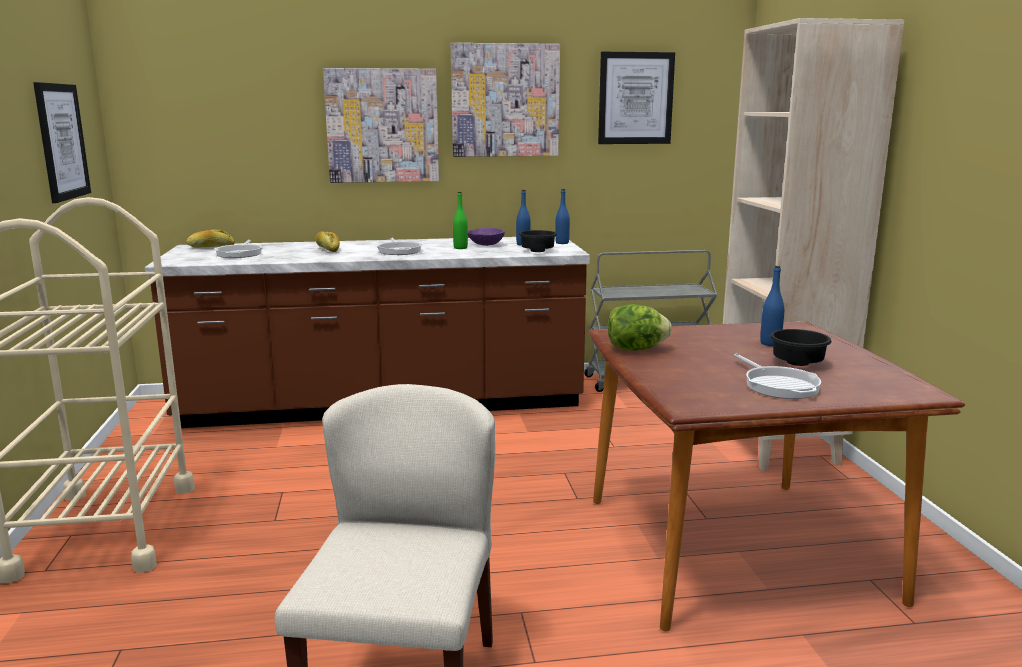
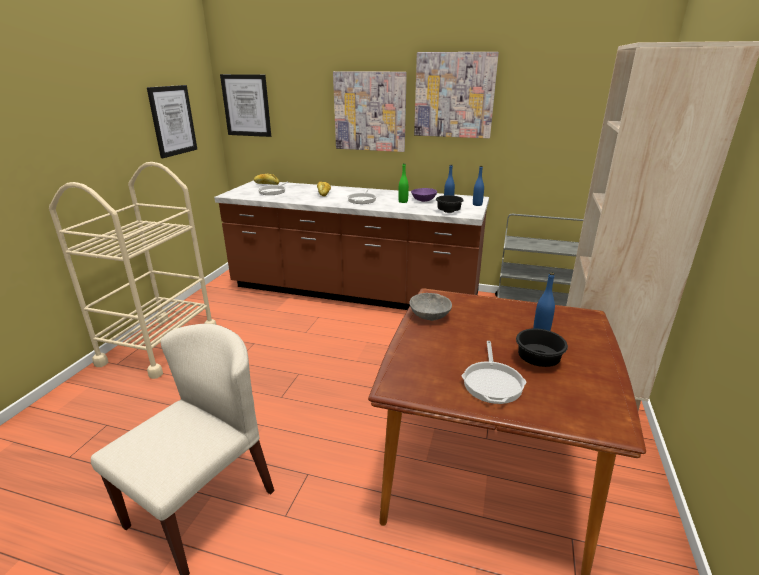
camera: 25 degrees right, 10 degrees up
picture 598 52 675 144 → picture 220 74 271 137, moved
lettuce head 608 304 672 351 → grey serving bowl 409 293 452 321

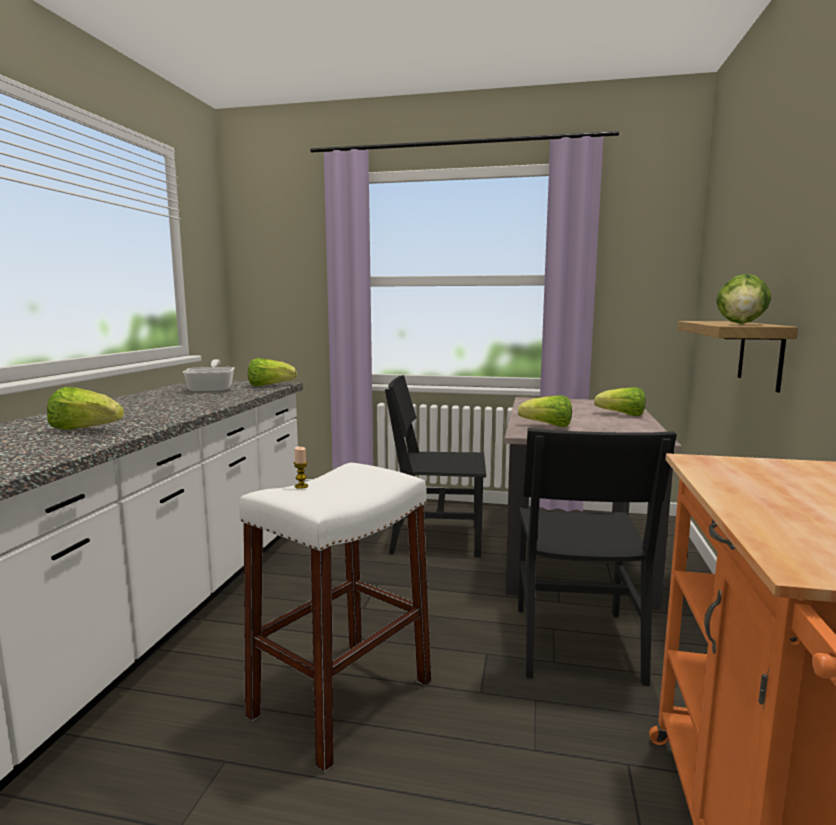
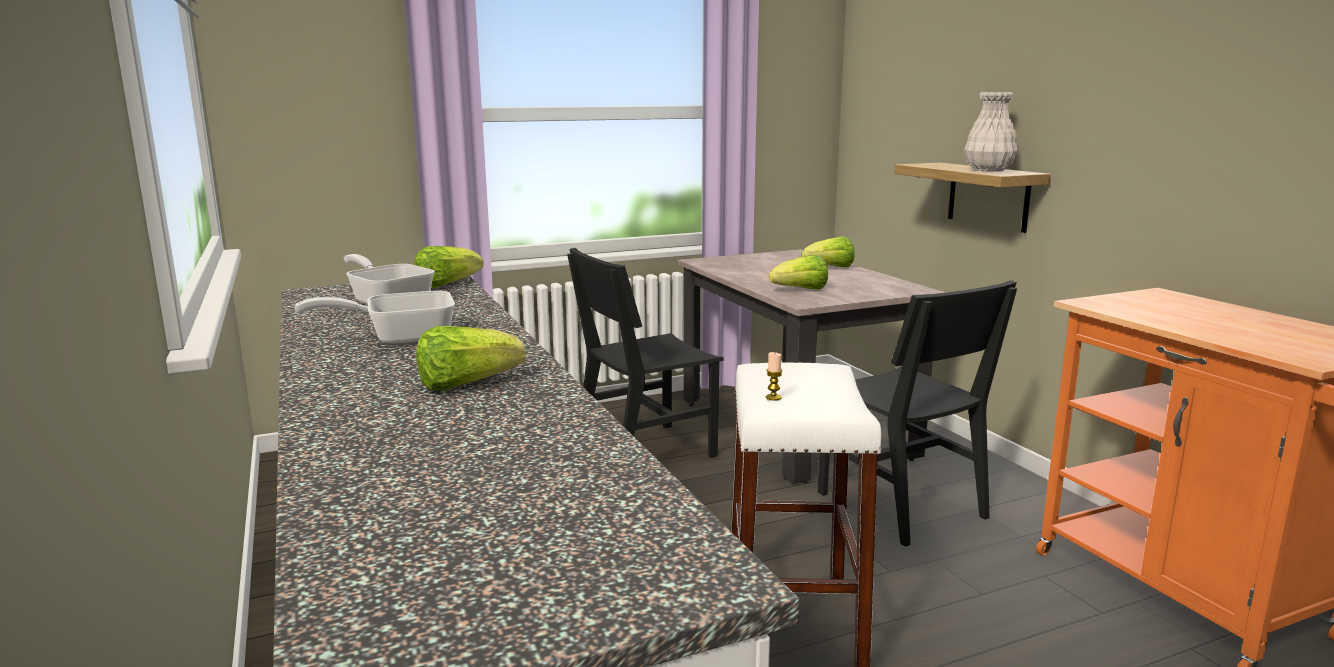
camera: 35 degrees left, 5 degrees up
lettuce head 716 274 771 324 → whitish decorative vase 964 92 1018 172
- → frying pan 295 290 455 346

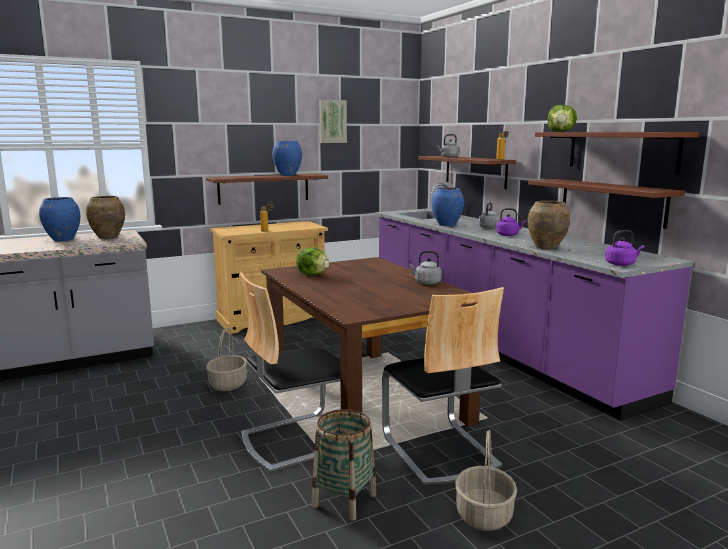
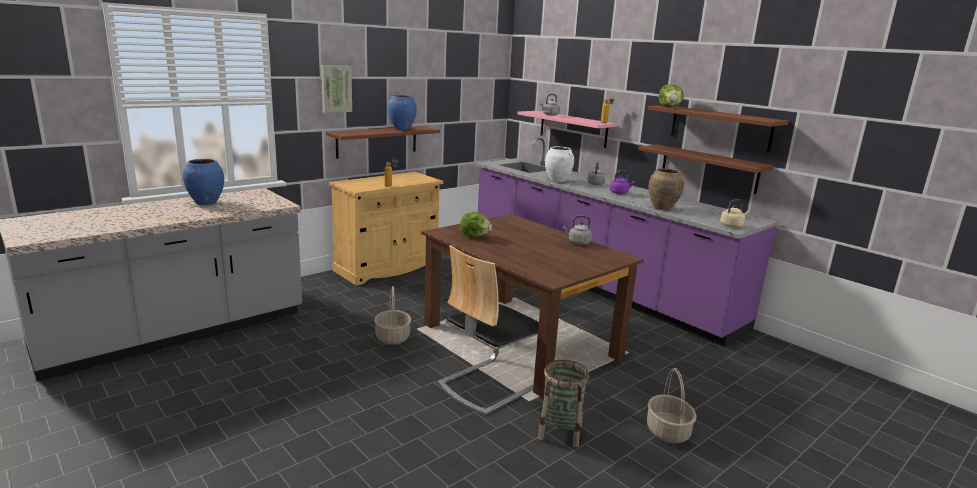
camera: 15 degrees left, 5 degrees up
picture 319 100 347 143 → picture 321 65 352 113, moved
brown wall shelf 418 156 516 189 → pink wall shelf 517 111 617 148
bluish decorative vase 431 187 464 226 → whitish decorative vase 545 146 574 182
brown decorative vase 86 196 125 239 → -
purple tea kettle 605 230 645 266 → beige tea kettle 720 199 749 228
upright chair 382 287 504 485 → -

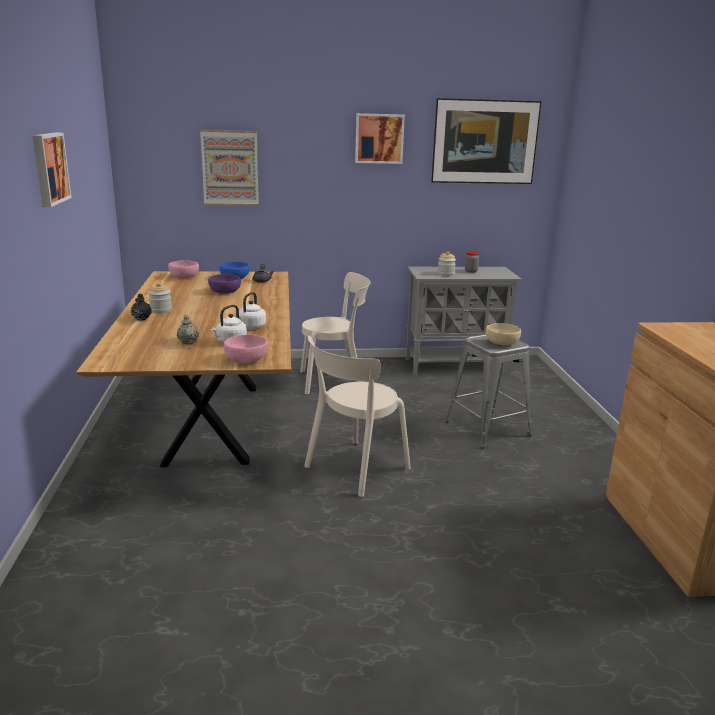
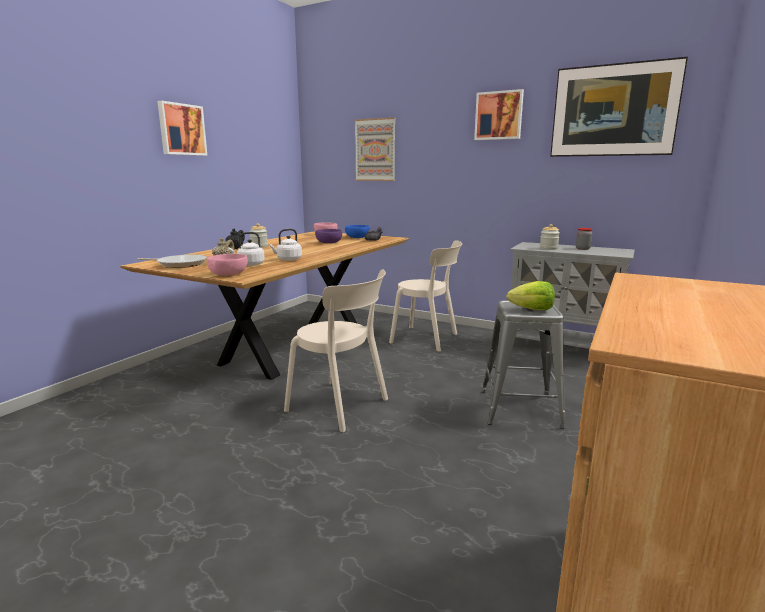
camera: 35 degrees right, 5 degrees down
beige serving bowl 486 323 521 345 → lettuce head 506 281 555 310
beige upright chair 304 335 411 497 → beige upright chair 284 269 388 433, 135 degrees counterclockwise
- → frying pan 137 254 207 268

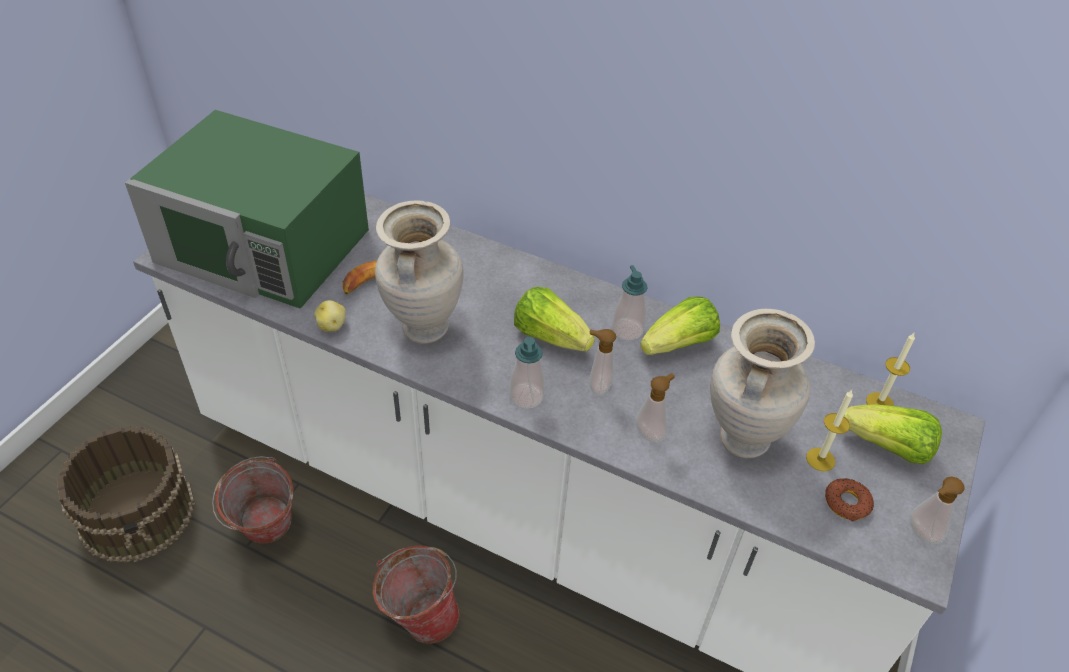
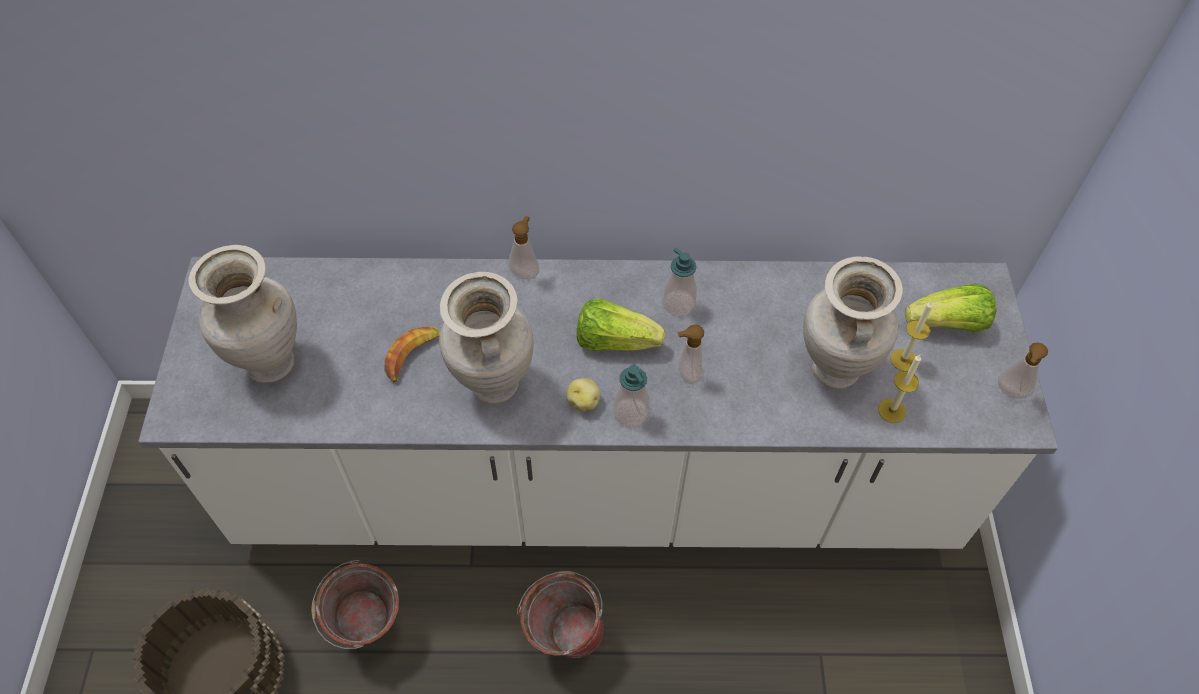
camera: 25 degrees left, 10 degrees up
greenish microwave 125 110 369 309 → beige decorative vase 188 245 297 383
lettuce head 640 297 720 355 → -
spud 314 300 346 331 → spud 566 378 600 411, moved
candle 866 332 915 406 → candle 878 355 921 423, moved
soap bottle 635 373 675 443 → soap bottle 508 216 539 279, moved
donut 825 478 874 521 → -

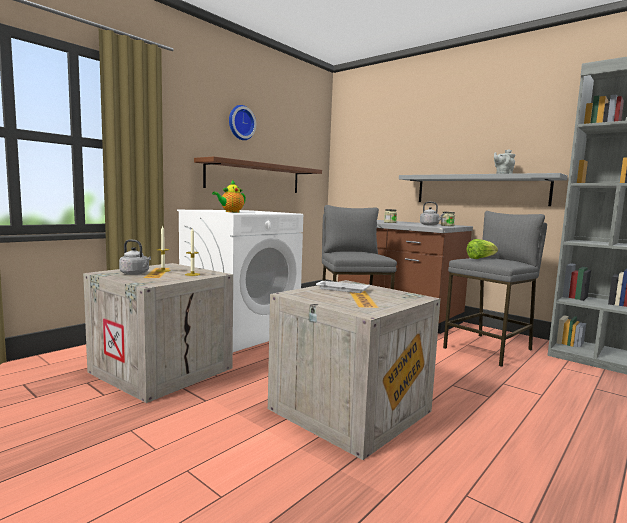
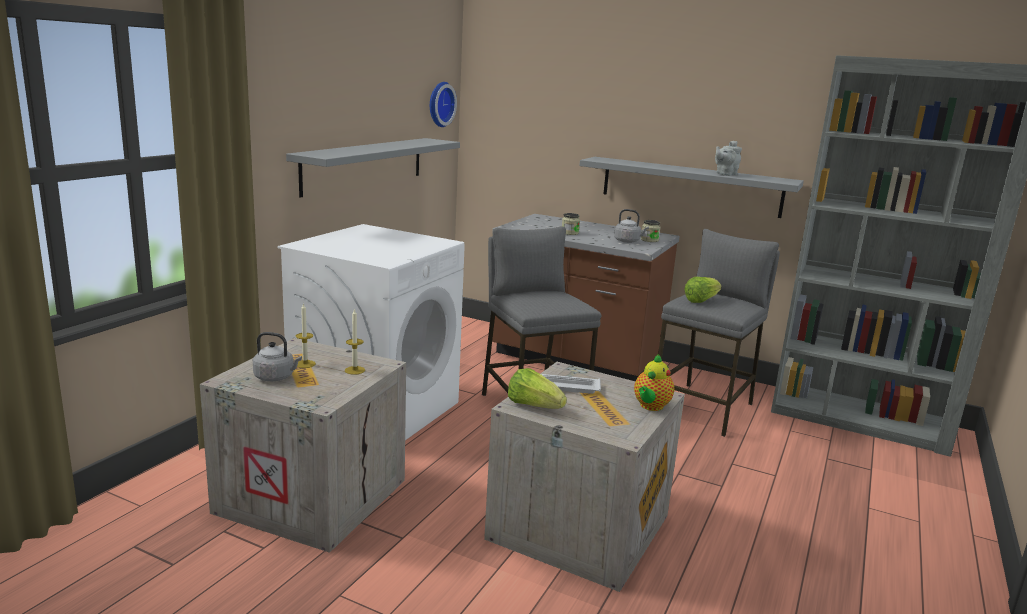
camera: 15 degrees left, 10 degrees up
clock on the wall 229 105 256 140 → clock on the wall 430 82 457 127, moved
brown wall shelf 194 156 322 193 → grey wall shelf 286 138 460 198
tea pot 212 180 246 212 → tea pot 634 354 674 411, moved
- → lettuce head 508 368 567 409

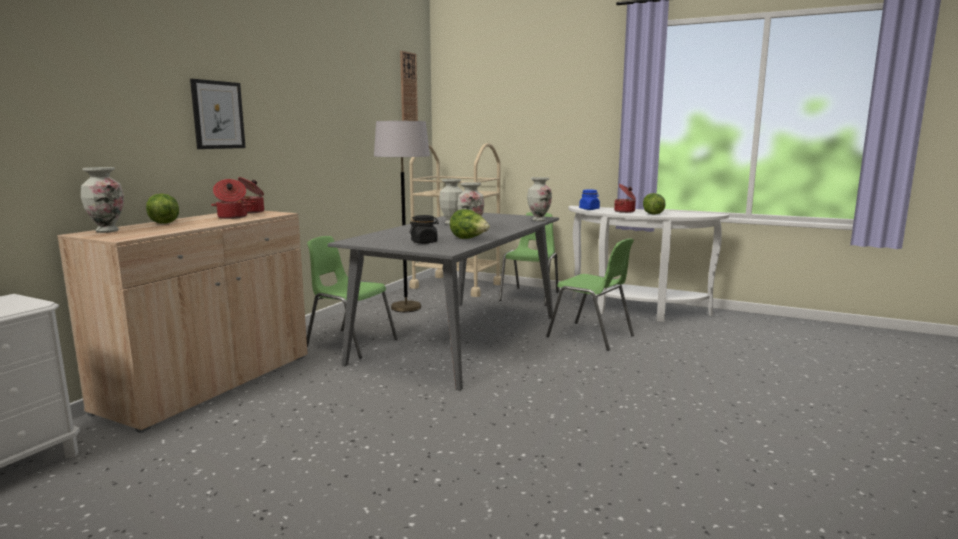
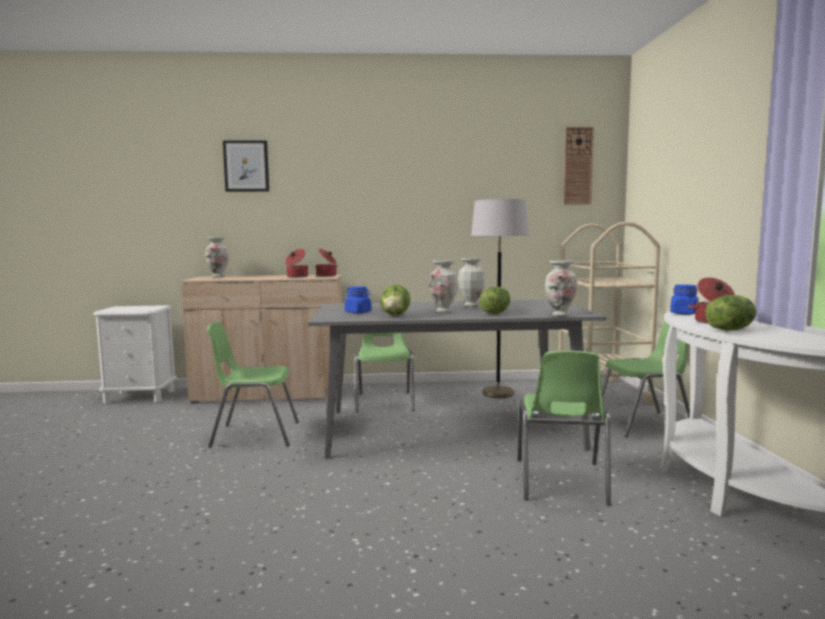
camera: 60 degrees right, 5 degrees down
picture 190 79 246 149 → picture 223 140 269 192, moved
lettuce head 146 194 179 224 → lettuce head 480 286 510 314, moved
black-coloured storage jar 409 215 439 244 → bluish storage jar 345 286 372 313
- → greenish upright chair 207 322 299 448

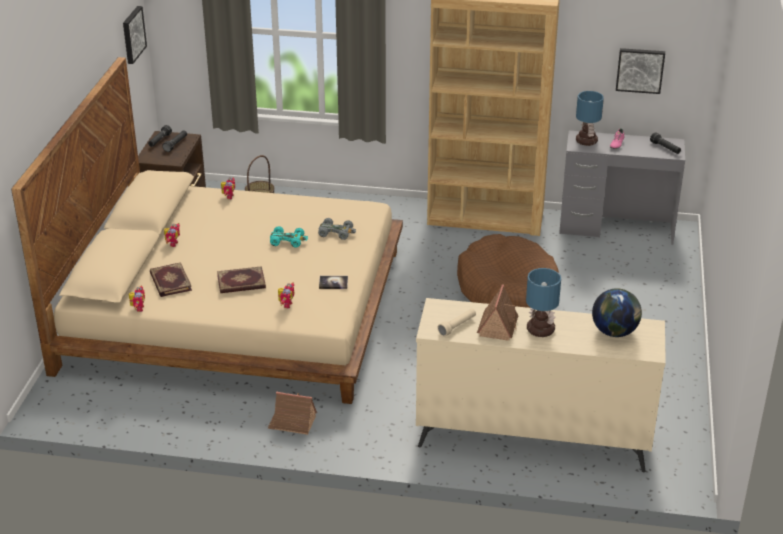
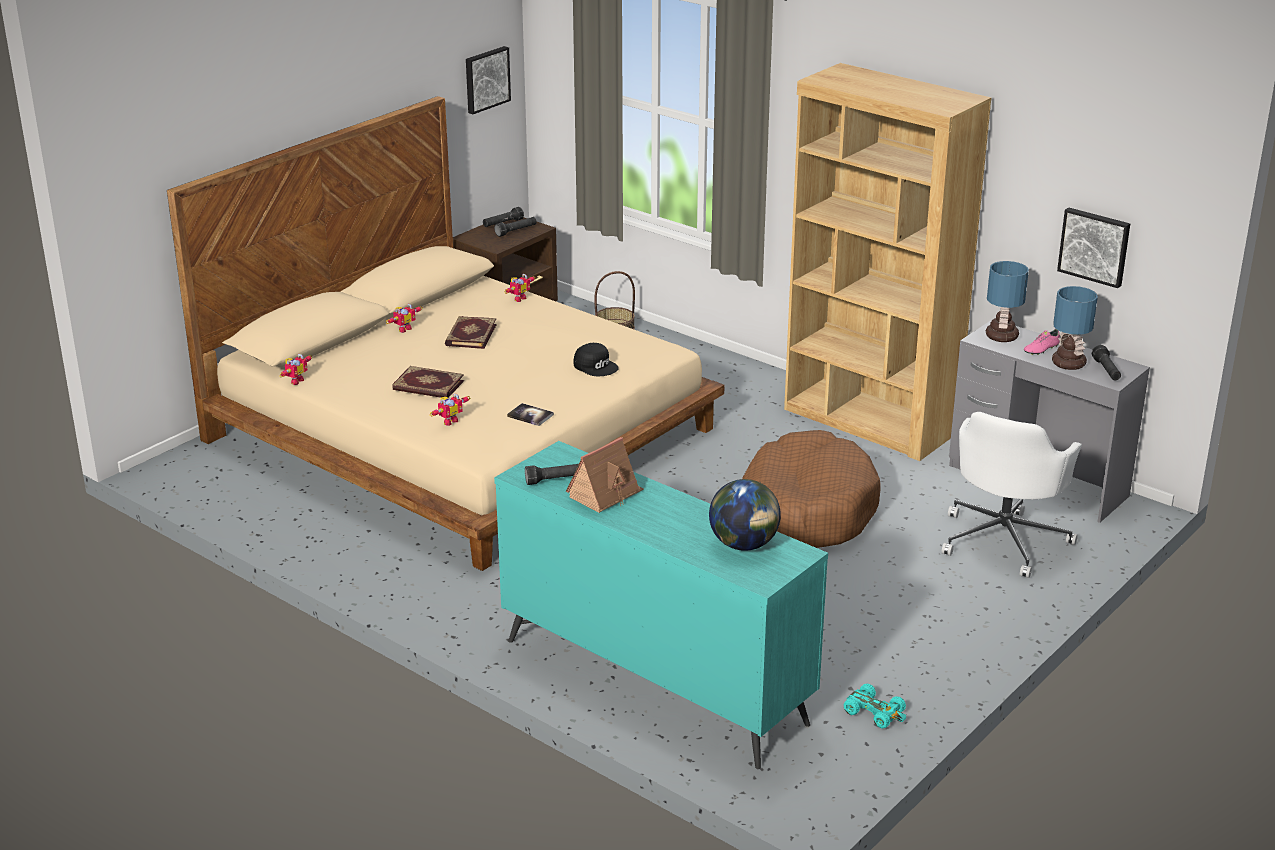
camera: 30 degrees right, 5 degrees down
grey toy car 318 218 356 240 → black-coloured cap 574 343 619 376
turquoise toy car 270 226 308 248 → turquoise toy car 844 684 906 729, moved
book 150 262 192 297 → book 445 316 497 349, moved
tabletop lamp 526 268 561 337 → tabletop lamp 1052 286 1098 370, moved
beige chest of drawers 416 298 666 472 → turquoise chest of drawers 494 441 828 769
beige flashlight 438 309 476 336 → black-coloured flashlight 525 464 579 485
model house 268 392 317 435 → -
- → whitish computer chair 942 412 1082 578

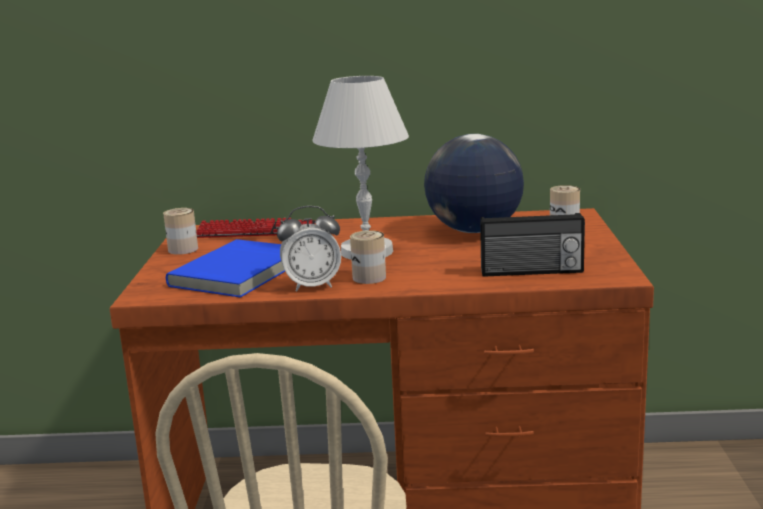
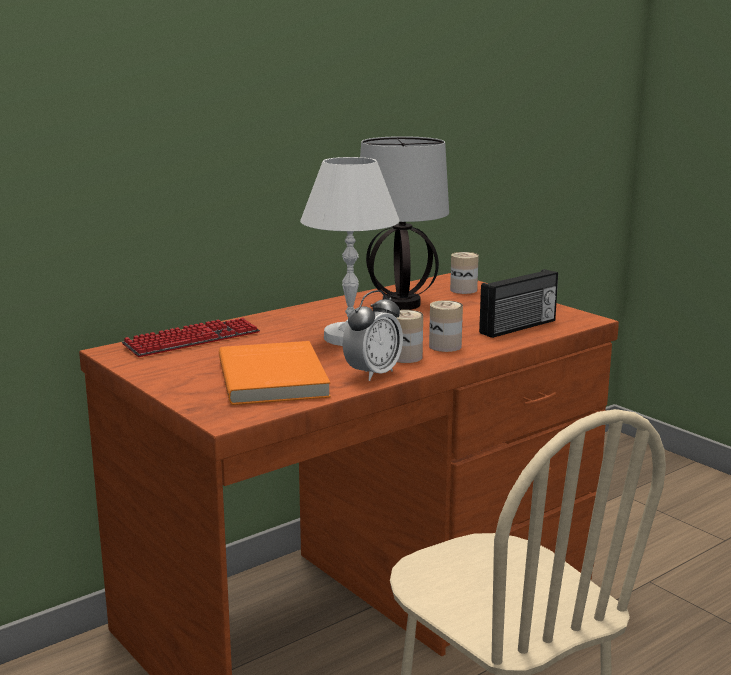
camera: 40 degrees left, 0 degrees up
globe 424 134 524 233 → tabletop lamp 360 136 449 310
can 163 208 198 255 → can 429 300 463 352, moved
bluish book 166 239 285 298 → orangey book 219 341 331 405

